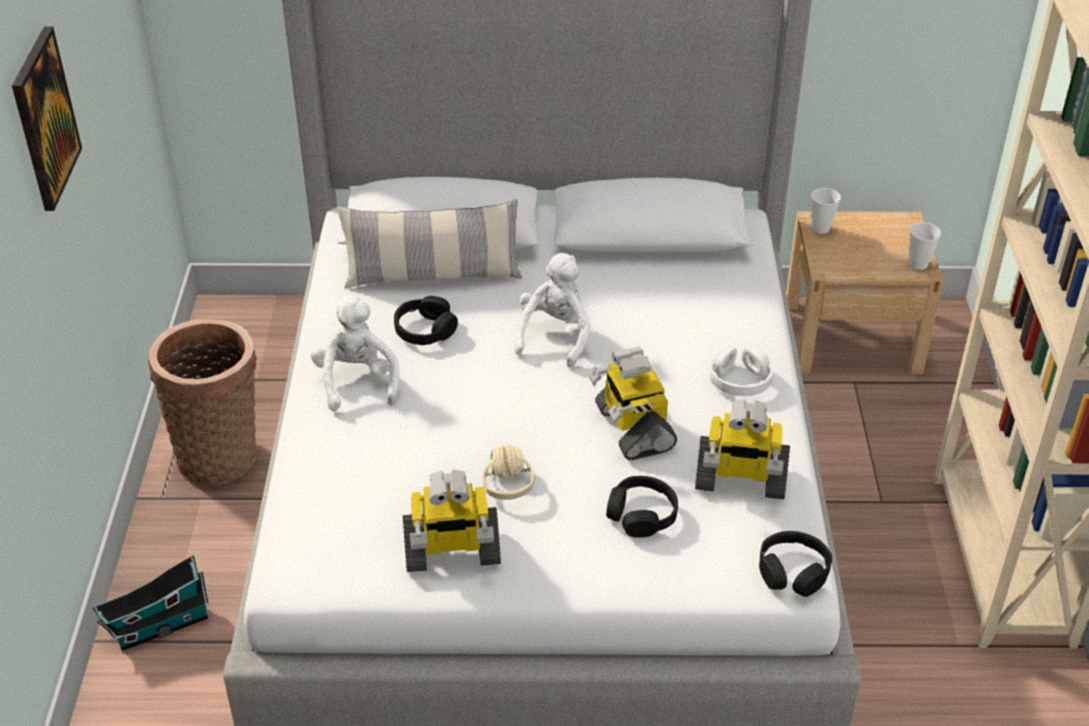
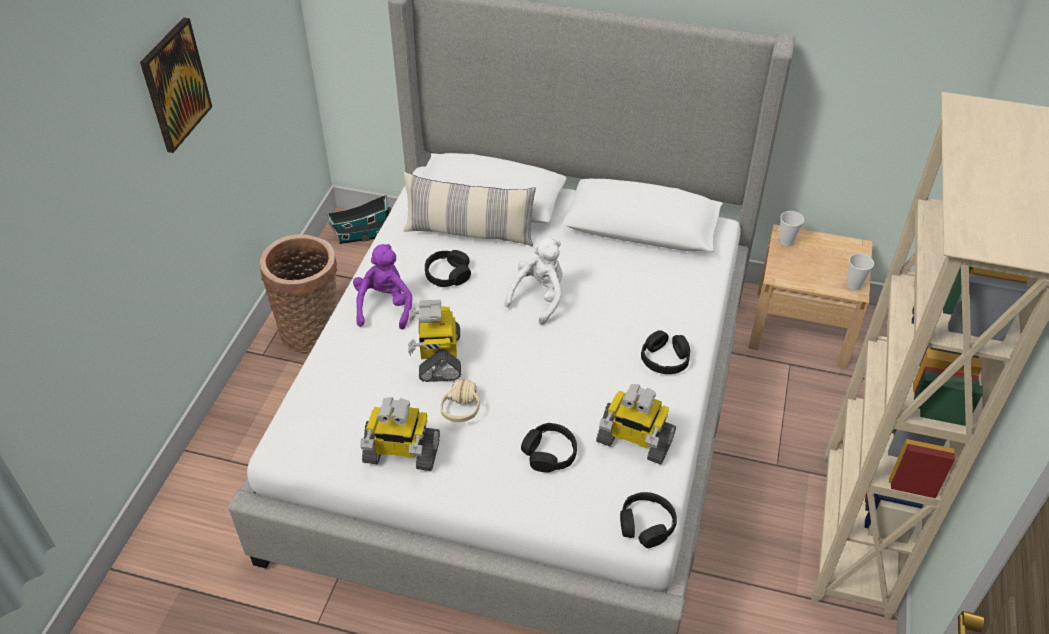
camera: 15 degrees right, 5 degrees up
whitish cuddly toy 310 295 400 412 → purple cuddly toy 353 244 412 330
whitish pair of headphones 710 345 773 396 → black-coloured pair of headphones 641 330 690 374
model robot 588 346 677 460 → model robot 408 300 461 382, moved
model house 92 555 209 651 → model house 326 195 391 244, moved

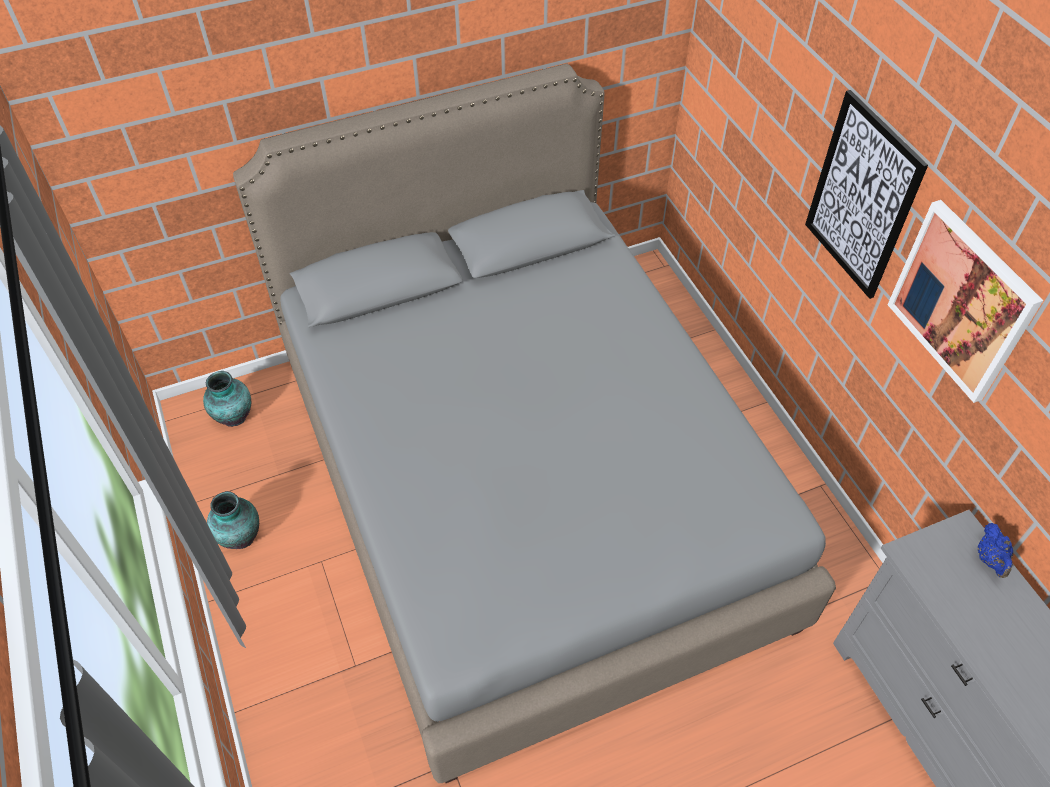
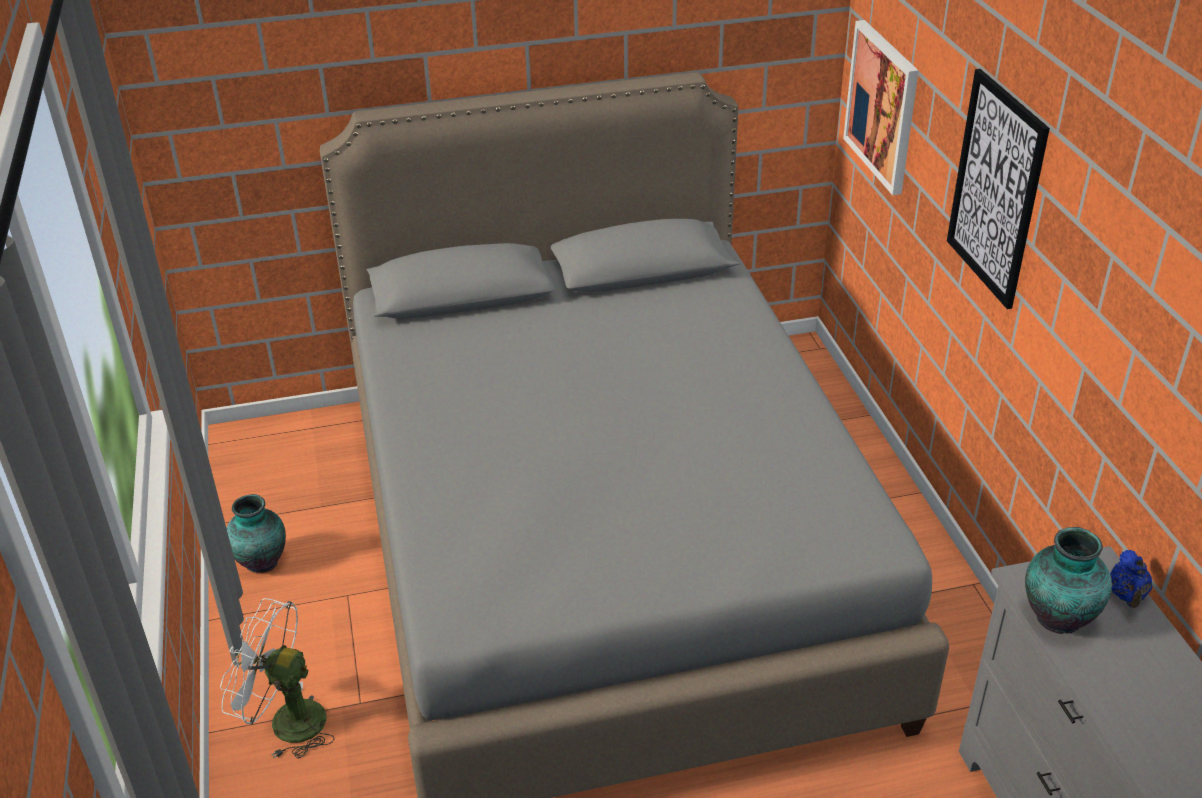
camera: 10 degrees right, 15 degrees down
picture 888 200 1043 403 → picture 843 20 919 195, moved
decorative vase 203 371 251 427 → decorative vase 1025 527 1112 634, moved
- → whitish cooling fan 220 598 335 759

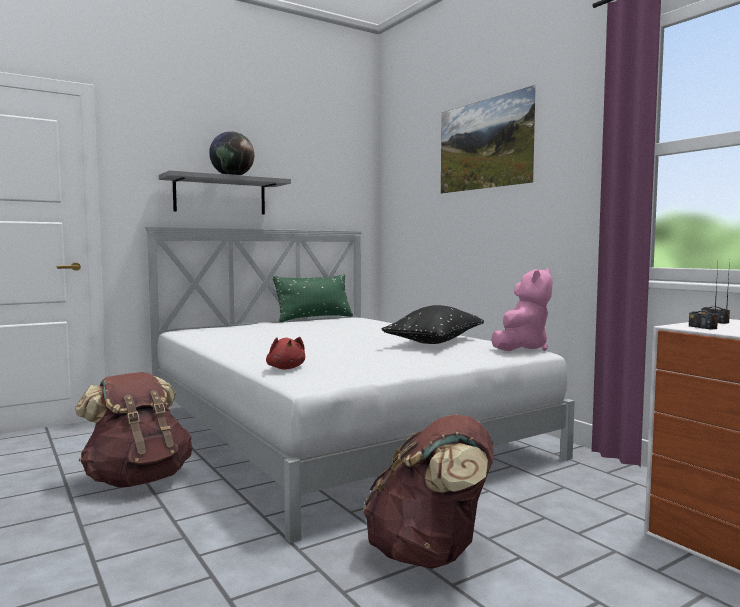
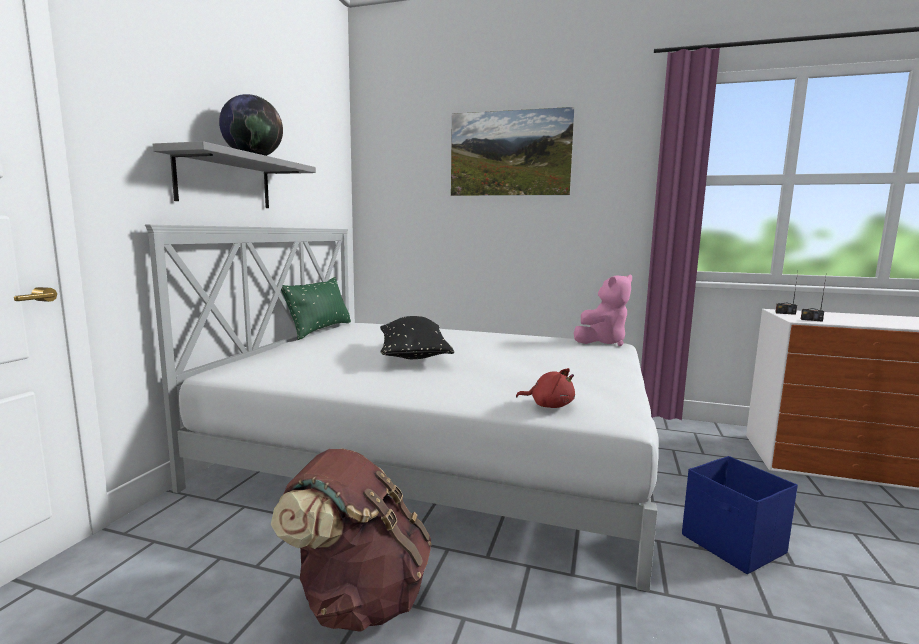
camera: 40 degrees left, 5 degrees up
pink cuddly toy 491 268 553 351 → pink cuddly toy 574 275 632 346, 60 degrees clockwise
black-coloured cushion 382 305 484 344 → black-coloured cushion 380 316 454 359, moved
brown backpack 363 415 494 569 → bluish storage bin 682 456 798 574

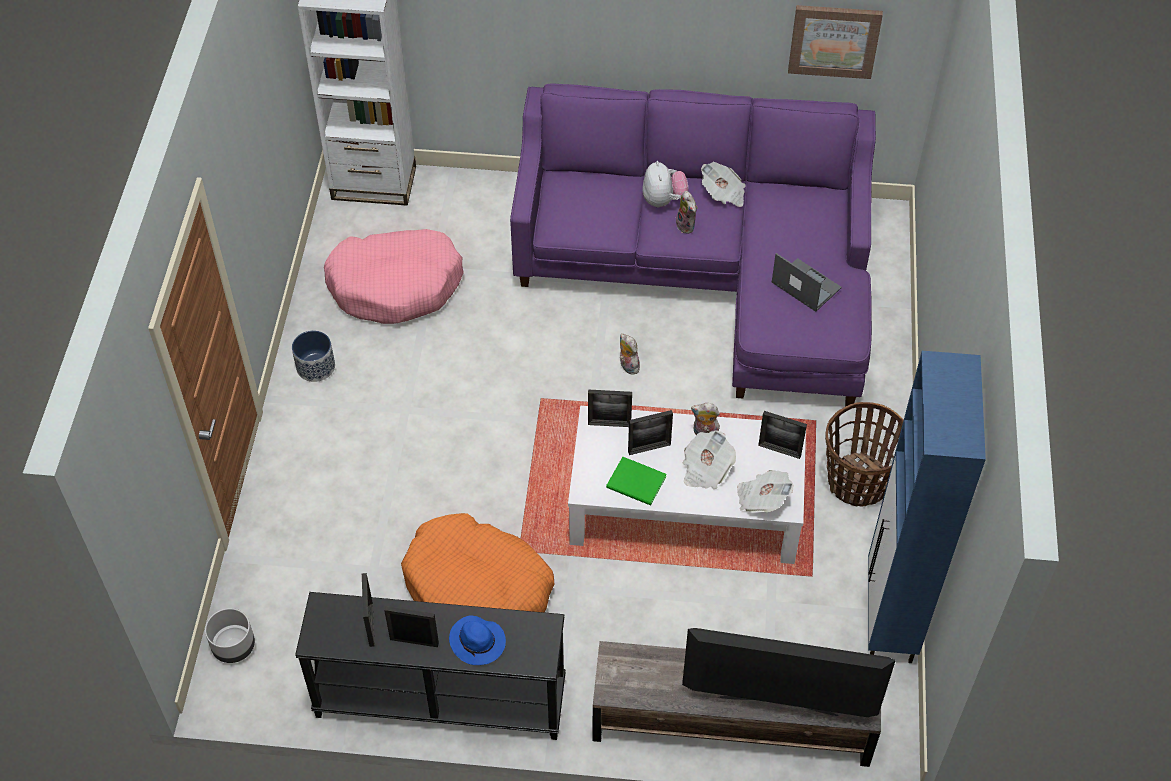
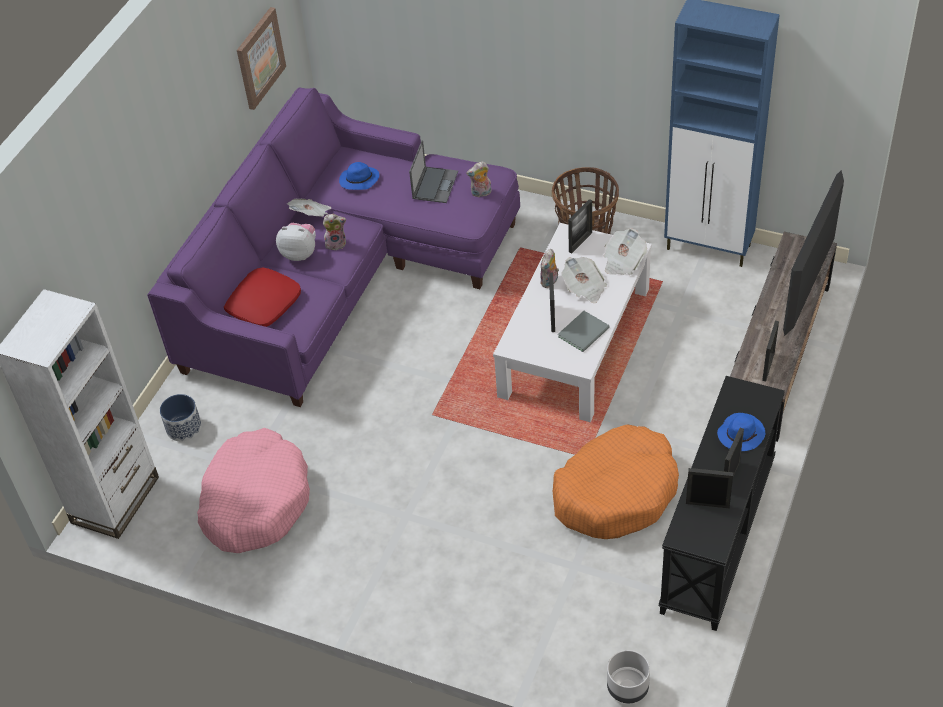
camera: 70 degrees left, 5 degrees down
laptop 772 253 842 312 → laptop 409 140 458 203, 135 degrees clockwise
planter 292 330 335 382 → planter 160 394 202 441, moved
cuddly toy 620 333 640 375 → cuddly toy 466 161 491 198, moved
standing frame 588 390 632 427 → standing frame 762 321 779 381, moved
greenish book 606 457 666 505 → grey book 558 311 610 352
- → bluish hat 339 162 379 190
- → red-coloured cushion 224 268 301 327

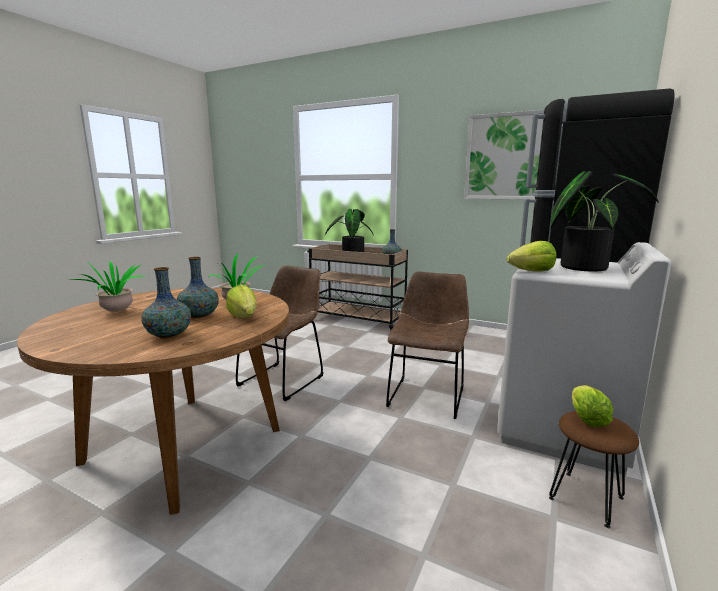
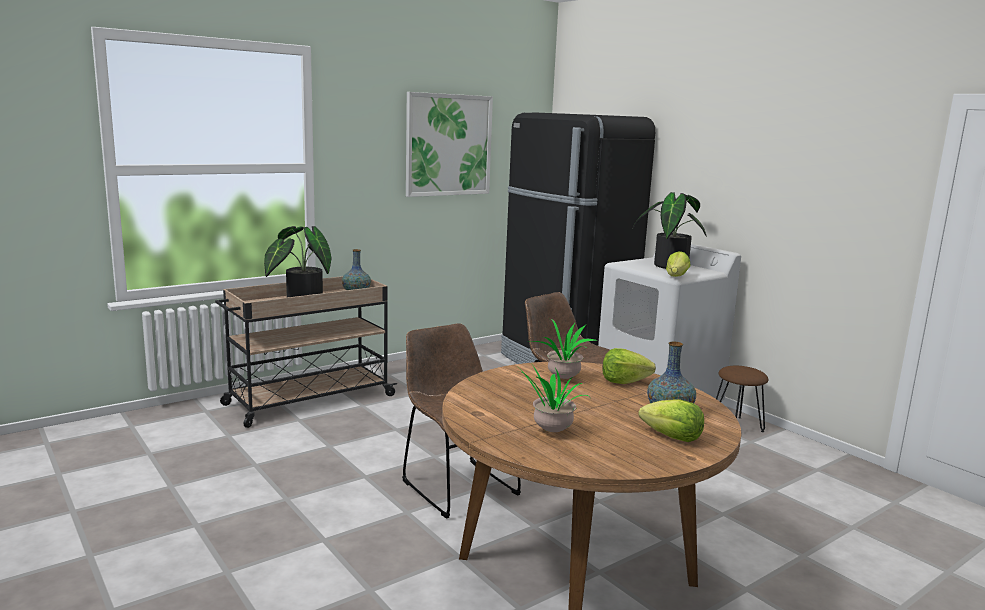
camera: 65 degrees left, 0 degrees up
decorative vase 177 257 219 319 → -
lettuce head 572 385 613 427 → lettuce head 638 399 704 442, moved

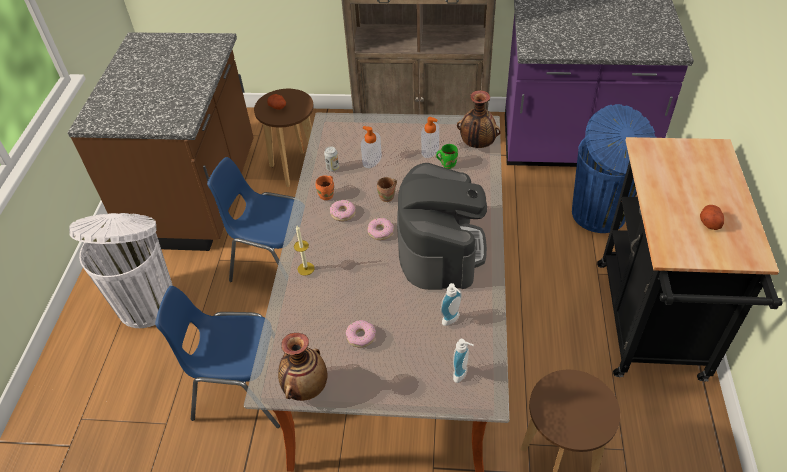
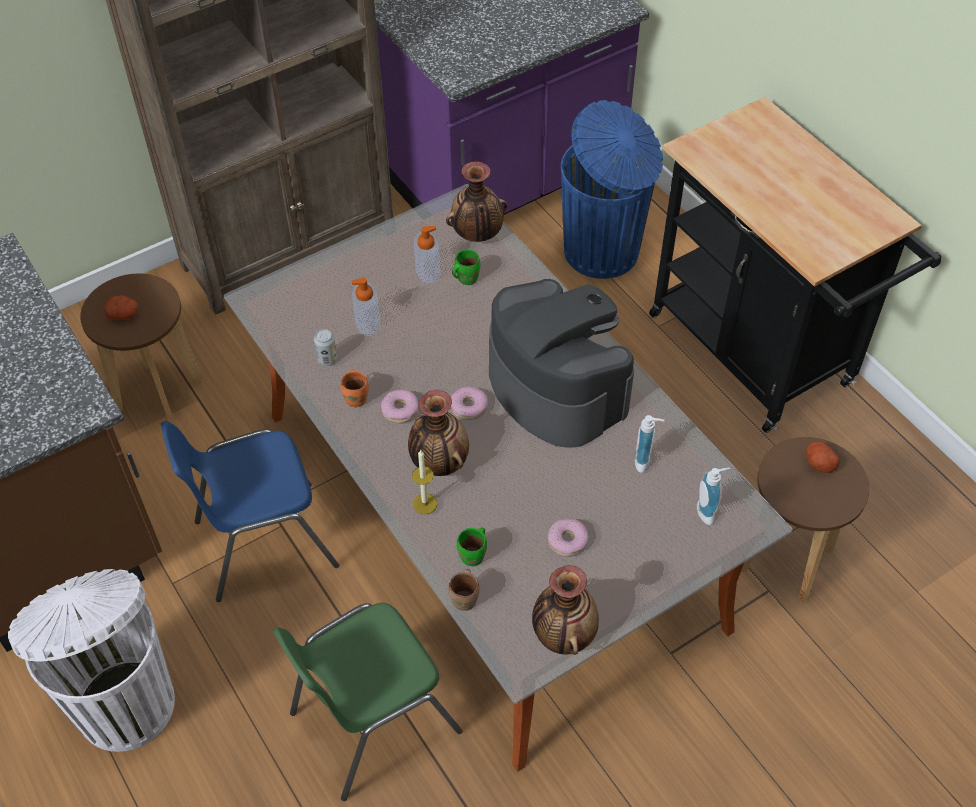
camera: 40 degrees left, 5 degrees up
brown mug 377 177 397 202 → brown mug 448 569 479 611, moved
spud 700 205 724 230 → spud 806 441 840 473, moved
bluish upright chair 155 286 280 428 → greenish upright chair 273 603 462 801
- → decorative vase 408 390 469 476
- → greenish mug 456 527 487 566

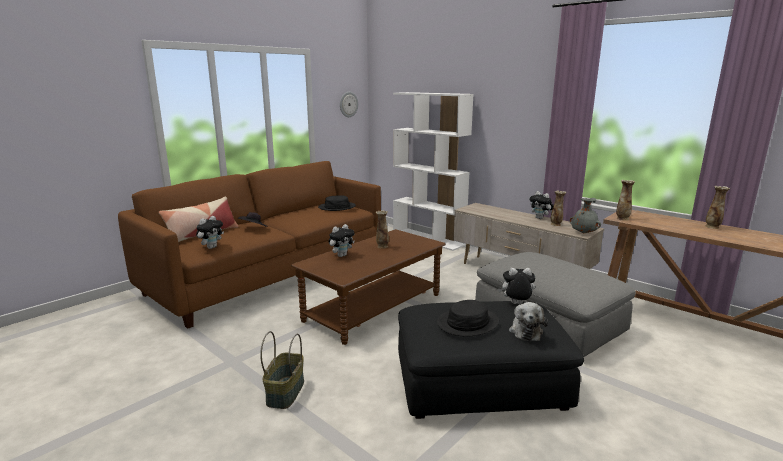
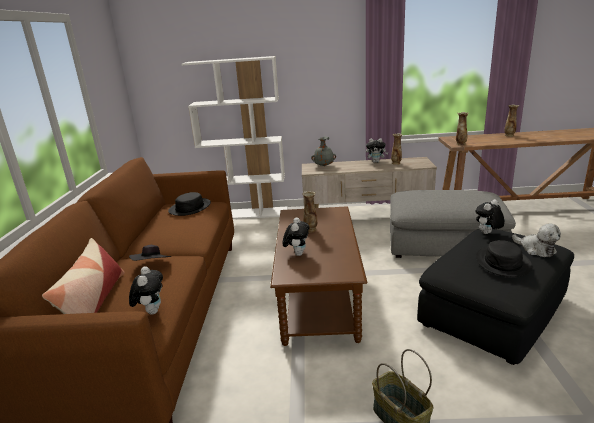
camera: 40 degrees left, 5 degrees up
clock on the wall 340 92 358 117 → -
grey decorative vase 569 198 601 233 → grey decorative vase 311 136 336 166, moved

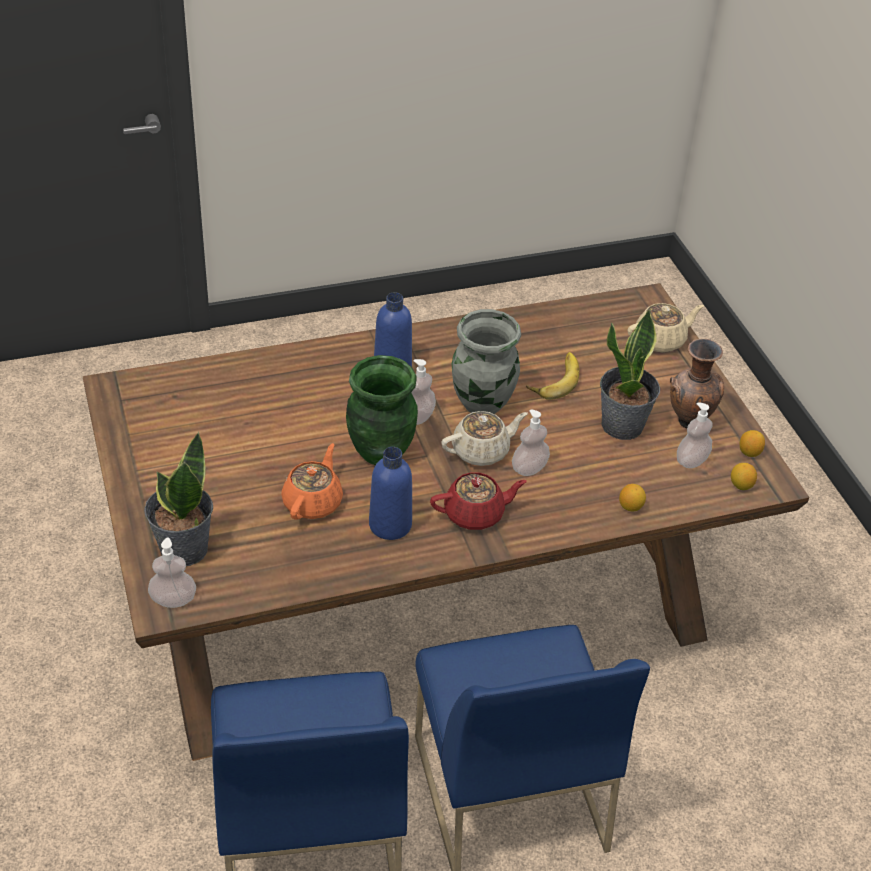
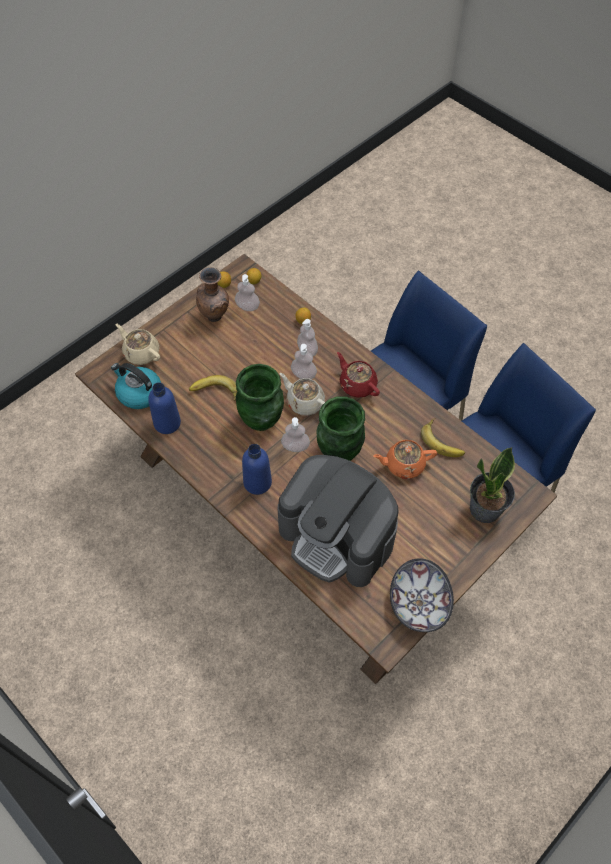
camera: 115 degrees left, 15 degrees up
grey decorative vase 452 309 521 414 → greenish decorative vase 236 364 284 431
houseplant 600 309 660 440 → -
bluish drink bottle 369 447 412 540 → bluish drink bottle 148 382 181 434, moved
soap bottle 148 538 196 608 → soap bottle 297 319 318 356, moved
- → tea kettle 111 363 161 409
- → banana fruit 421 418 465 457
- → coffee maker 278 455 398 587
- → serving bowl 390 558 454 632

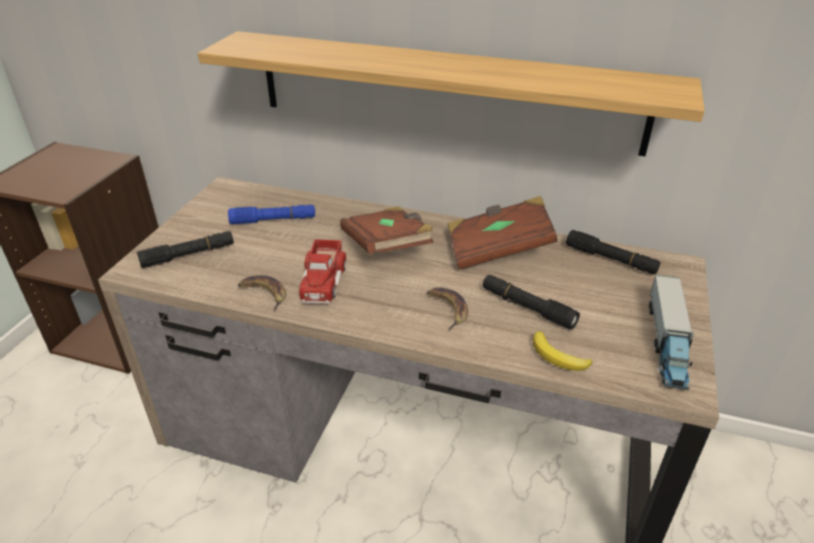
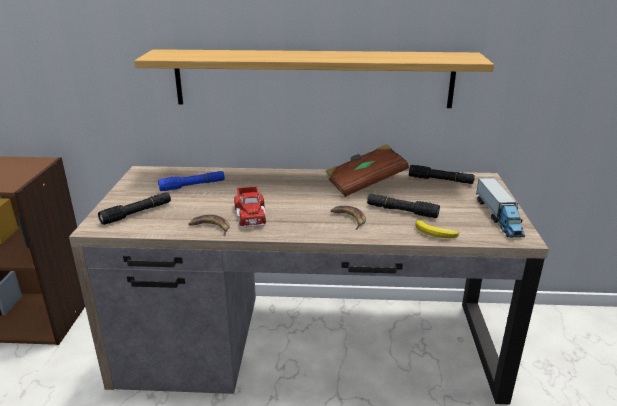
camera: 15 degrees left, 10 degrees down
brown book 340 206 434 255 → -

